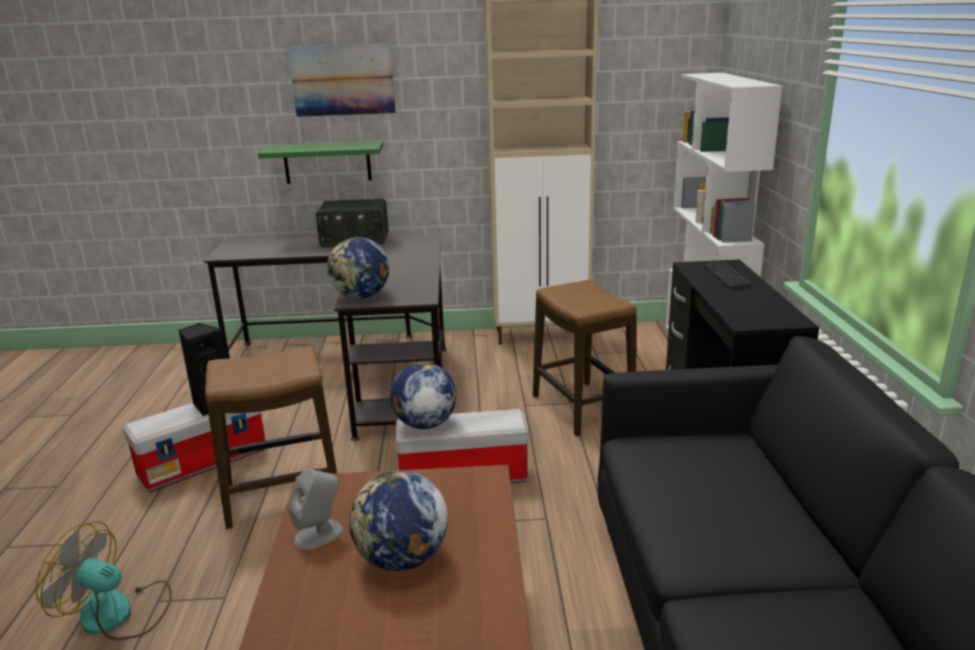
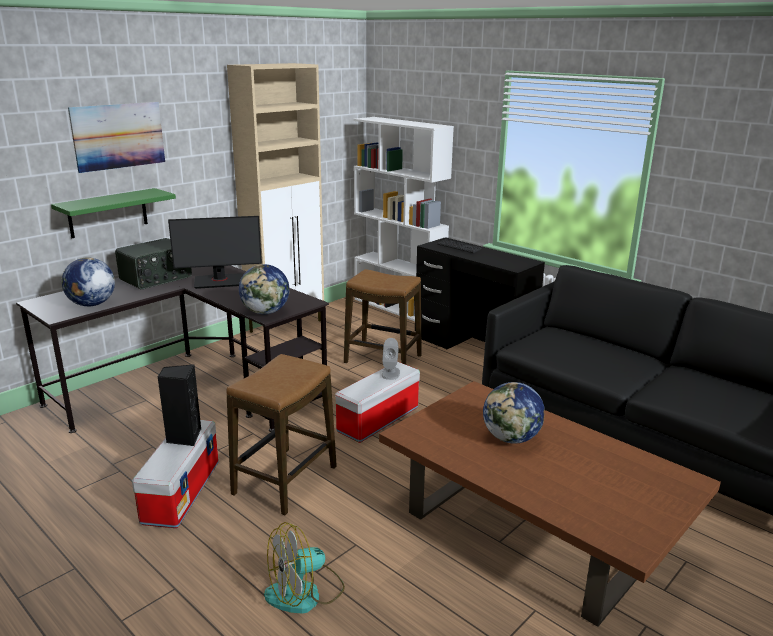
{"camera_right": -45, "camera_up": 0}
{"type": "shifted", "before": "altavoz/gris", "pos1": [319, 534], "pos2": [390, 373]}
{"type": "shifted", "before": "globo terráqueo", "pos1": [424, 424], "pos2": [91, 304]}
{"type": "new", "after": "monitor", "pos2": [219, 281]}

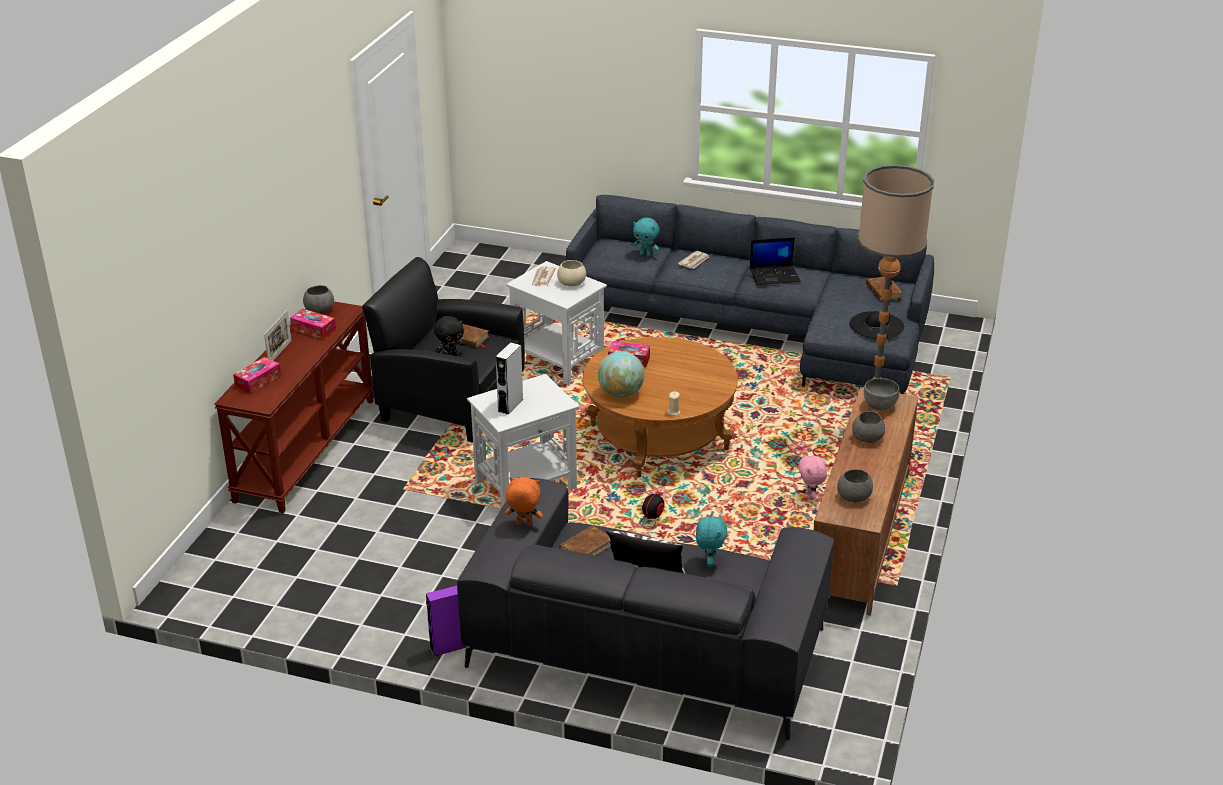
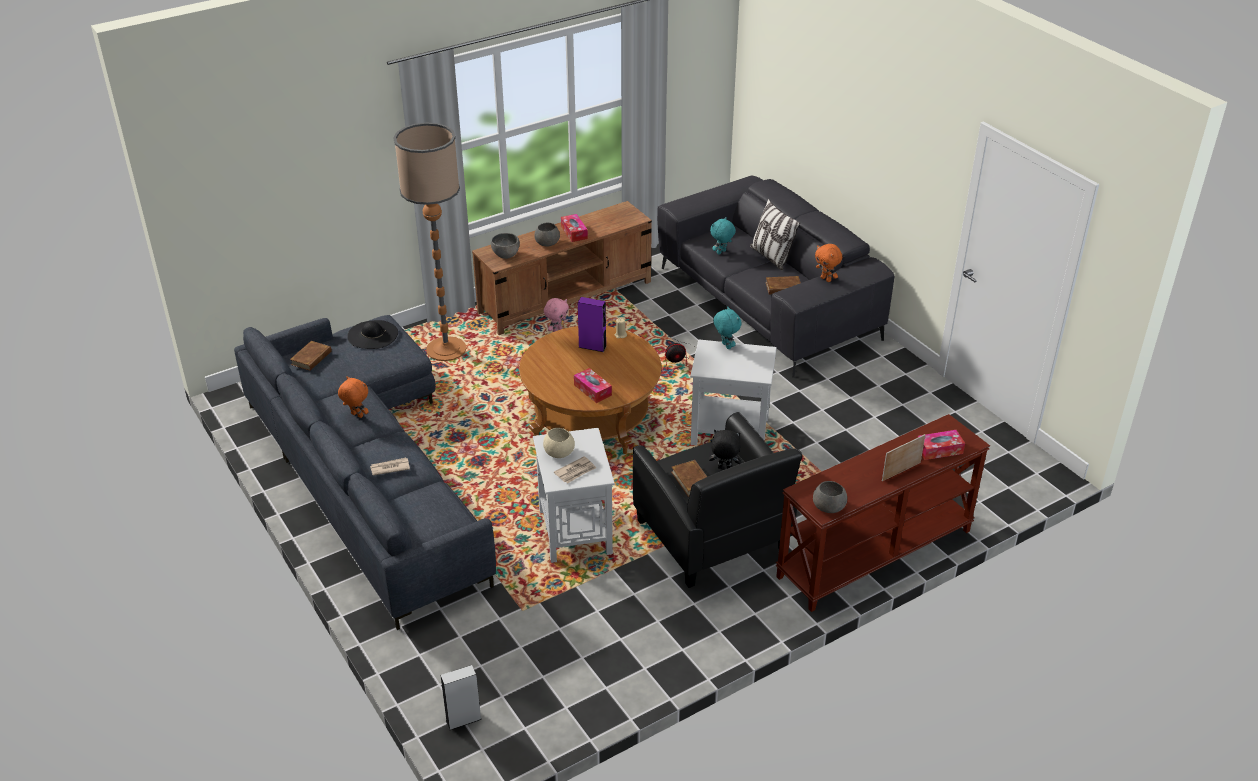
{"camera_right": -140, "camera_up": 5}
{"type": "shifted", "before": "caja de pañuelos", "pos1": [313, 329], "pos2": [574, 232]}
{"type": "shifted", "before": "altavoz/morado", "pos1": [448, 647], "pos2": [592, 346]}
{"type": "shifted", "before": "altavoz/gris", "pos1": [510, 405], "pos2": [463, 720]}
{"type": "gone", "before": "globo terráqueo", "pos1": [621, 394]}
{"type": "shifted", "before": "peluche/turquesa", "pos1": [646, 255], "pos2": [725, 346]}
{"type": "swapped", "before": "portátil", "after": "peluche/naranja", "pos1": [775, 275], "pos2": [356, 415]}
{"type": "gone", "before": "cuenco/gris", "pos1": [854, 496]}

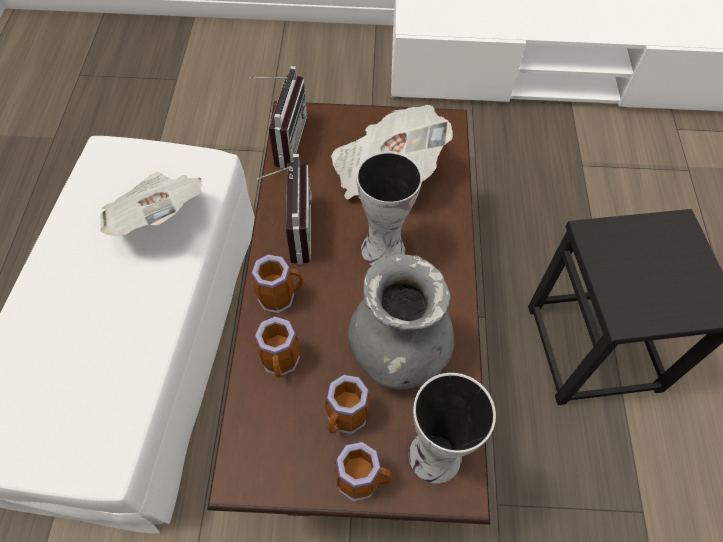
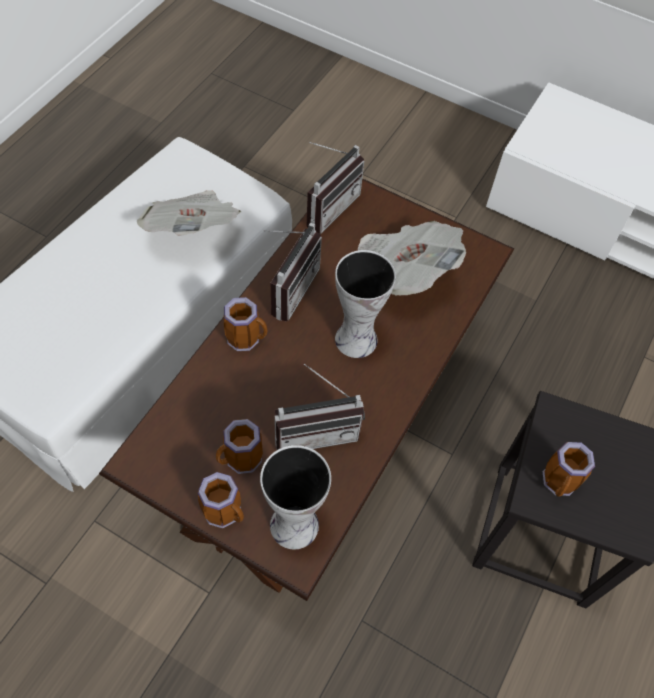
{"camera_right": 25, "camera_up": 0}
{"type": "shifted", "before": "taza grande", "pos1": [282, 363], "pos2": [559, 484]}
{"type": "swapped", "before": "florero/gris", "after": "radio", "pos1": [398, 352], "pos2": [316, 430]}

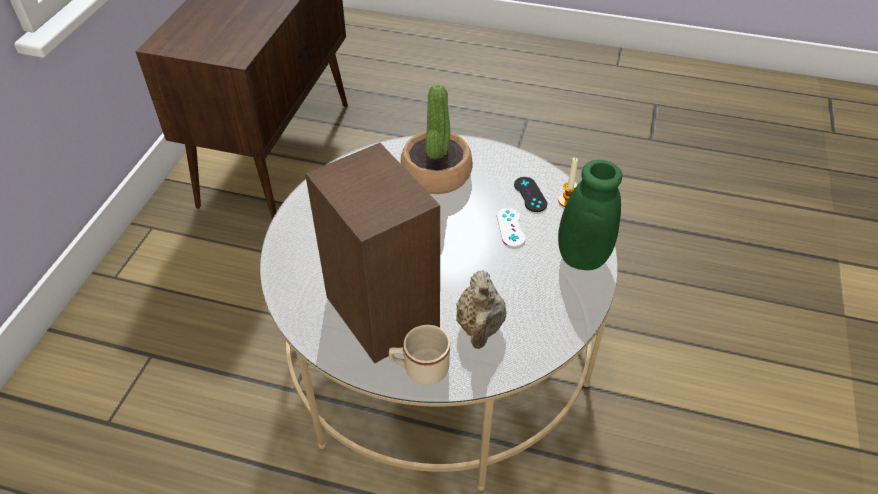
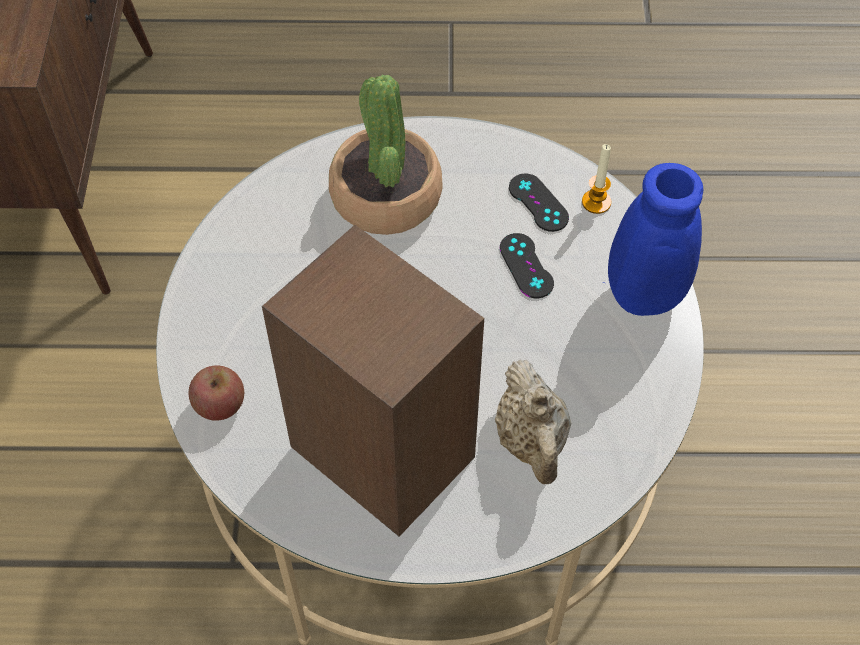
{"camera_right": -15, "camera_up": 10}
{"type": "gone", "before": "taza grande/beis", "pos1": [420, 369]}
{"type": "repainted", "before": "mando de consola/blanco", "after": "mando de consola/negro", "pos1": [510, 227], "pos2": [526, 266]}
{"type": "repainted", "before": "florero/verde", "after": "florero/azul", "pos1": [578, 259], "pos2": [639, 298]}
{"type": "new", "after": "manzana", "pos2": [219, 404]}

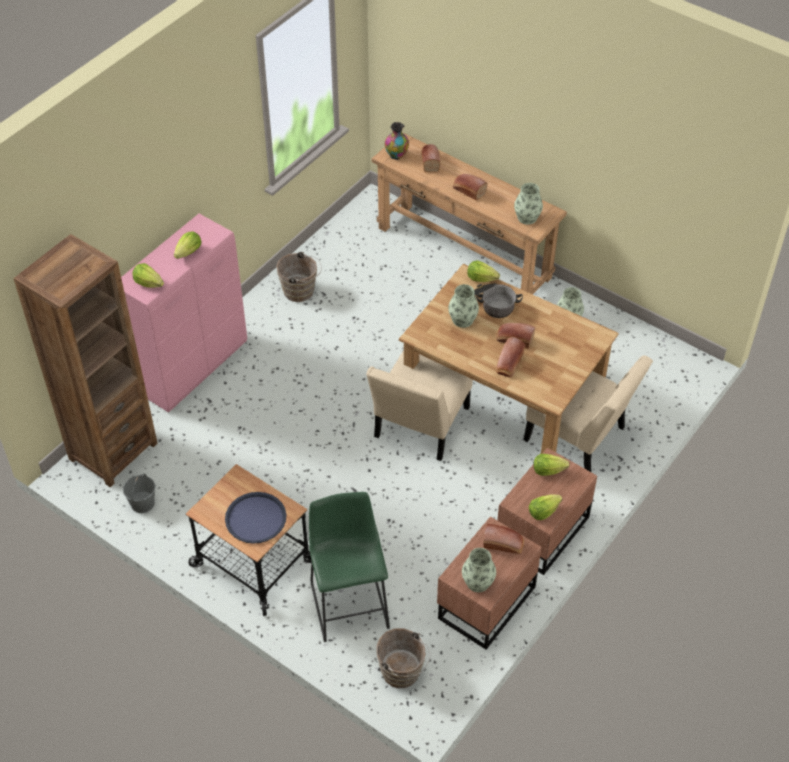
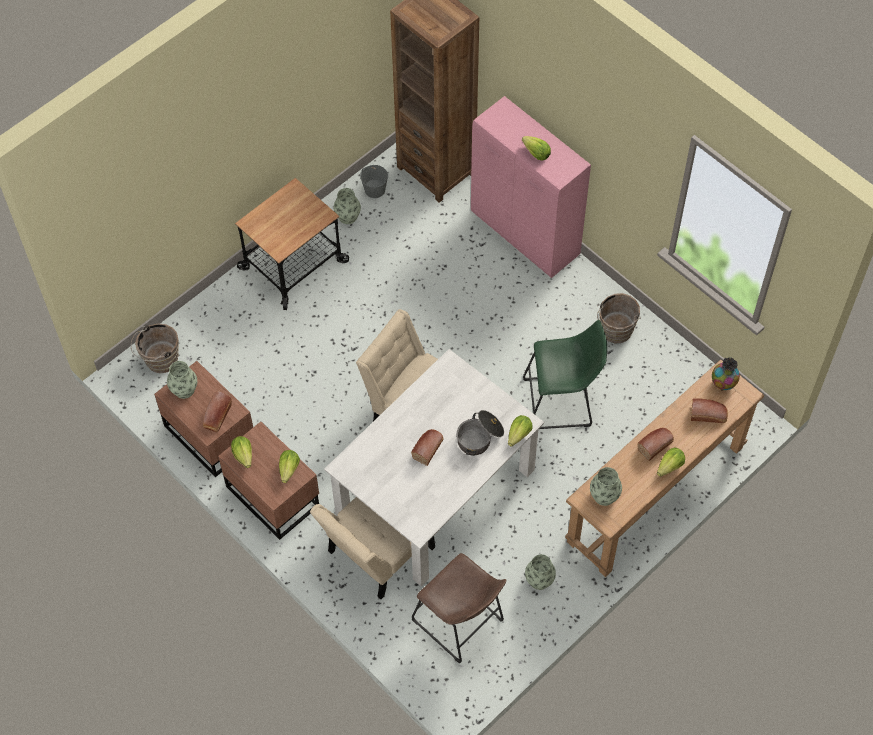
{"camera_right": 100, "camera_up": 10}
{"type": "shifted", "before": "lechuga", "pos1": [148, 283], "pos2": [670, 466]}
{"type": "gone", "before": "bandeja/azul", "pos1": [256, 518]}
{"type": "shifted", "before": "taburete/verde", "pos1": [349, 601], "pos2": [562, 403]}
{"type": "repainted", "before": "mesa de comedor/marrón", "after": "mesa de comedor/blanco", "pos1": [501, 402], "pos2": [435, 490]}
{"type": "shifted", "before": "florero", "pos1": [462, 320], "pos2": [347, 216]}
{"type": "gone", "before": "pan", "pos1": [509, 364]}
{"type": "new", "after": "taburete/marrón", "pos2": [461, 624]}

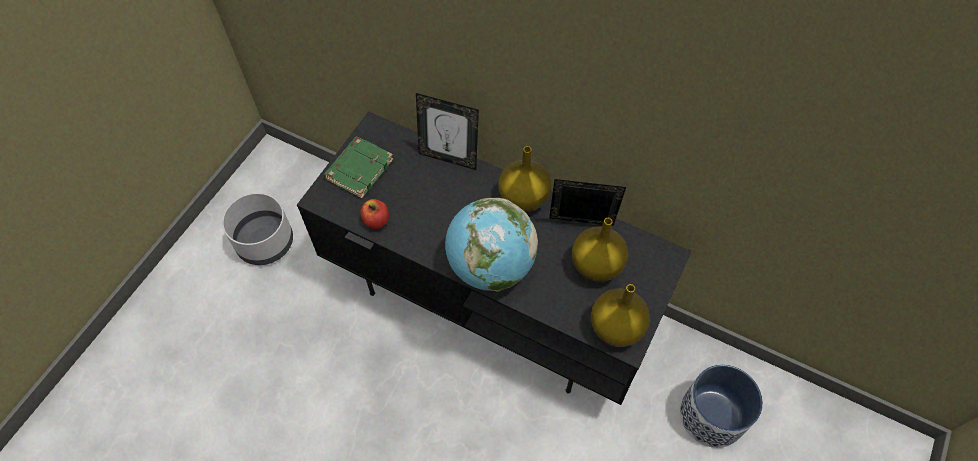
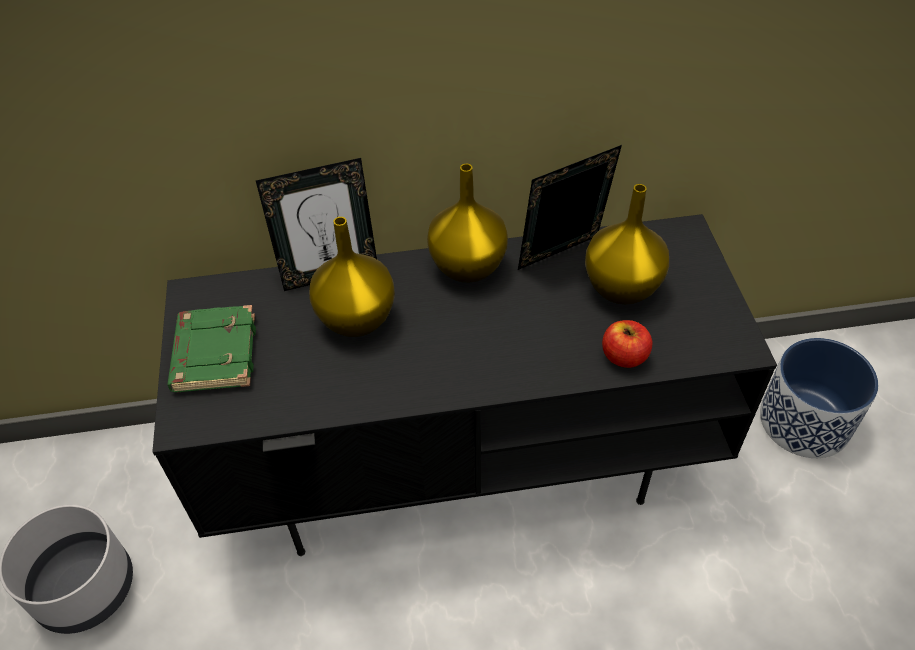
{"camera_right": -35, "camera_up": -10}
{"type": "shifted", "before": "manzana", "pos1": [376, 220], "pos2": [624, 356]}
{"type": "gone", "before": "globo terráqueo", "pos1": [490, 266]}
{"type": "shifted", "before": "florero/amarillo", "pos1": [616, 329], "pos2": [358, 319]}

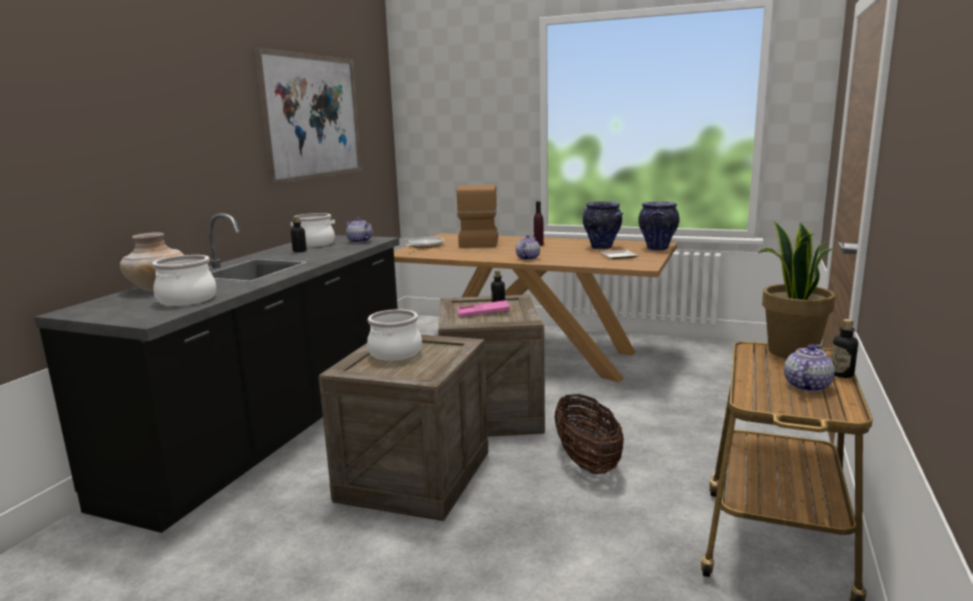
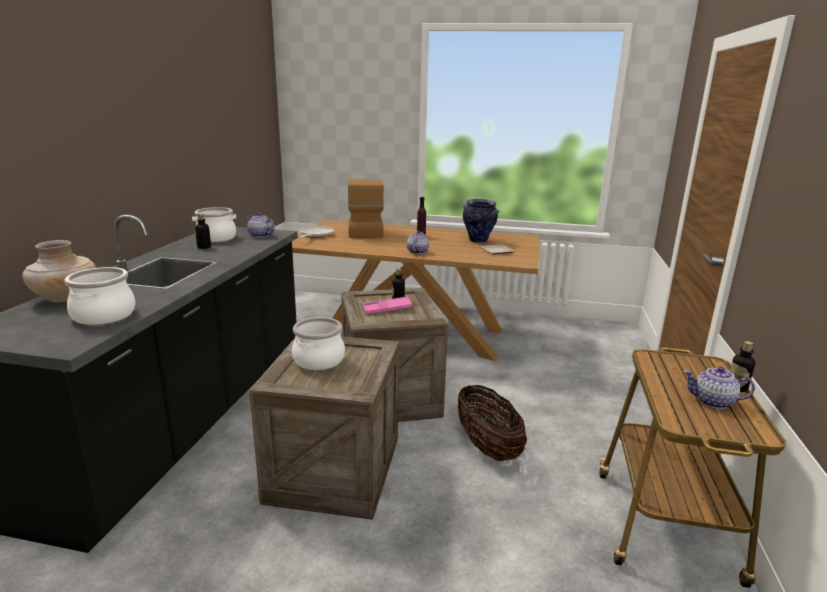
{"camera_right": -10, "camera_up": 5}
{"type": "gone", "before": "cuadro", "pos1": [313, 117]}
{"type": "gone", "before": "florero", "pos1": [657, 248]}
{"type": "gone", "before": "planta en maceta", "pos1": [791, 352]}
{"type": "rotated", "before": "tetera", "pos1": [806, 386], "pos2": [713, 402], "turn": -105}

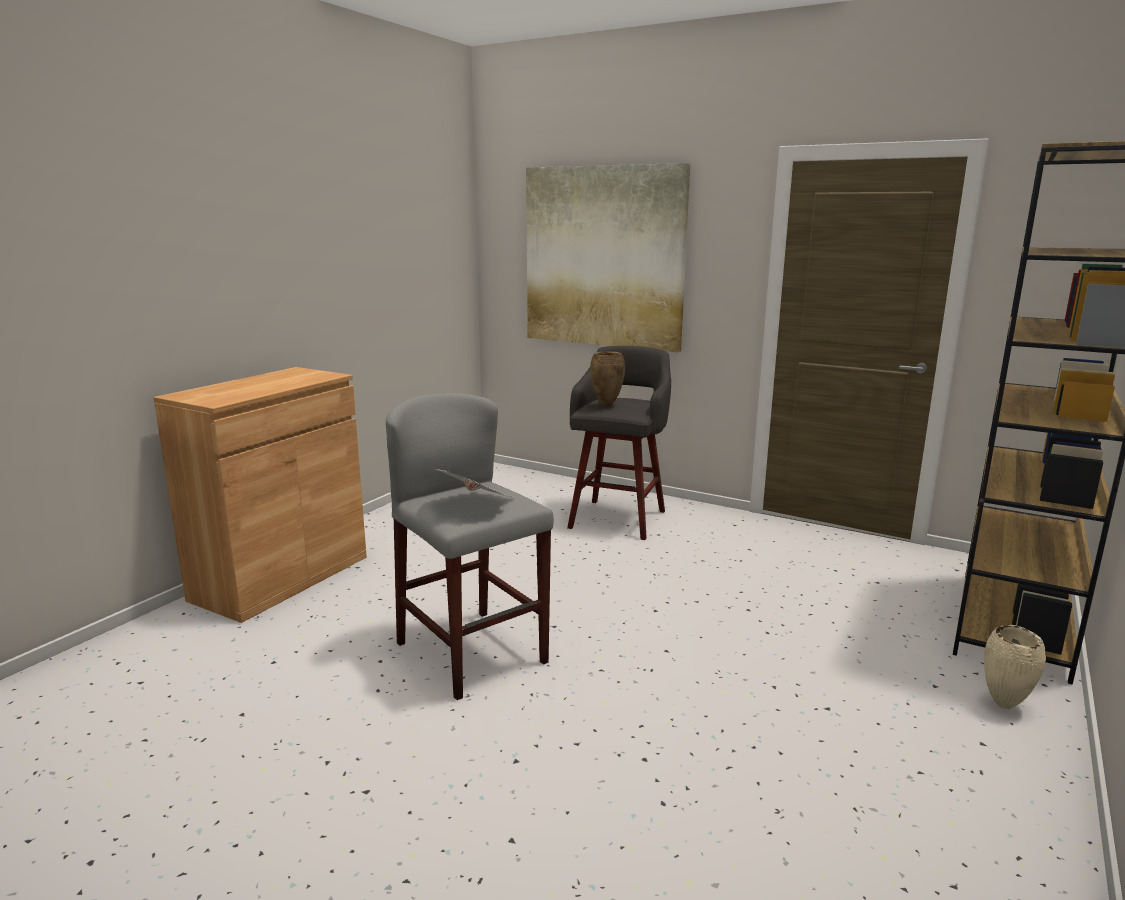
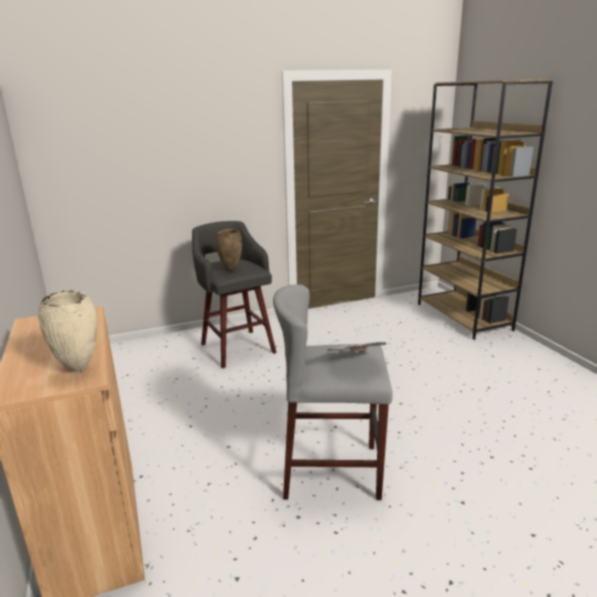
{"camera_right": -50, "camera_up": 5}
{"type": "gone", "before": "cuadro", "pos1": [604, 257]}
{"type": "shifted", "before": "florero/beis", "pos1": [1005, 705], "pos2": [80, 369]}

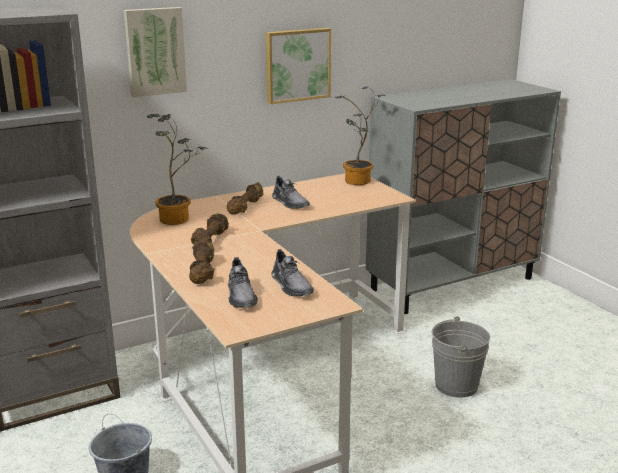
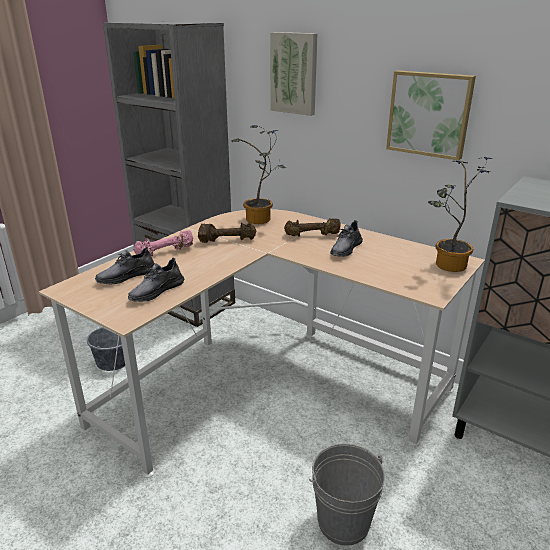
{"camera_right": 65, "camera_up": 5}
{"type": "repainted", "before": "mancuerna/marrón", "after": "mancuerna/rosa", "pos1": [203, 271], "pos2": [165, 252]}

